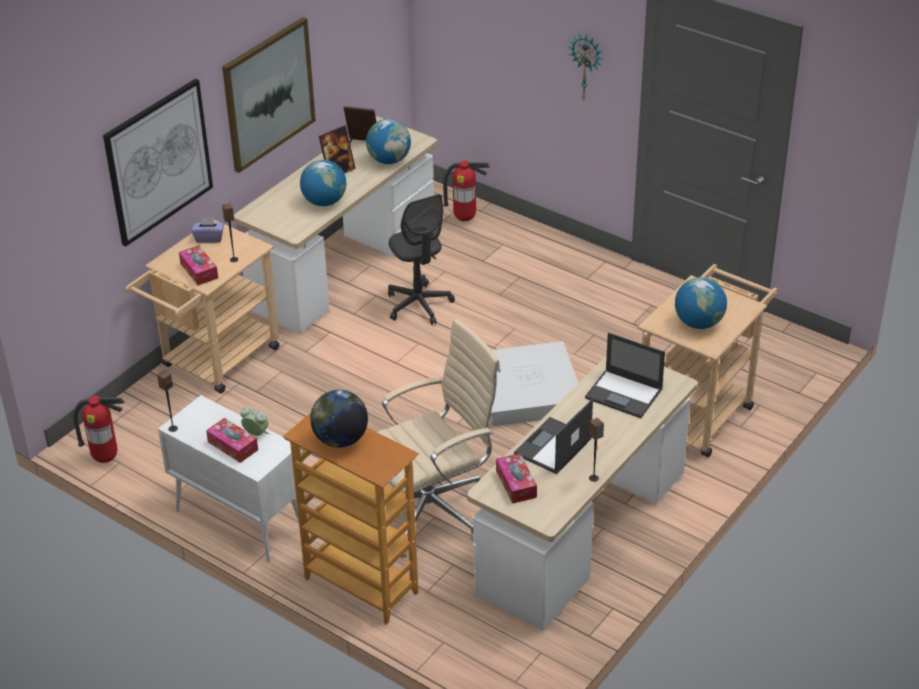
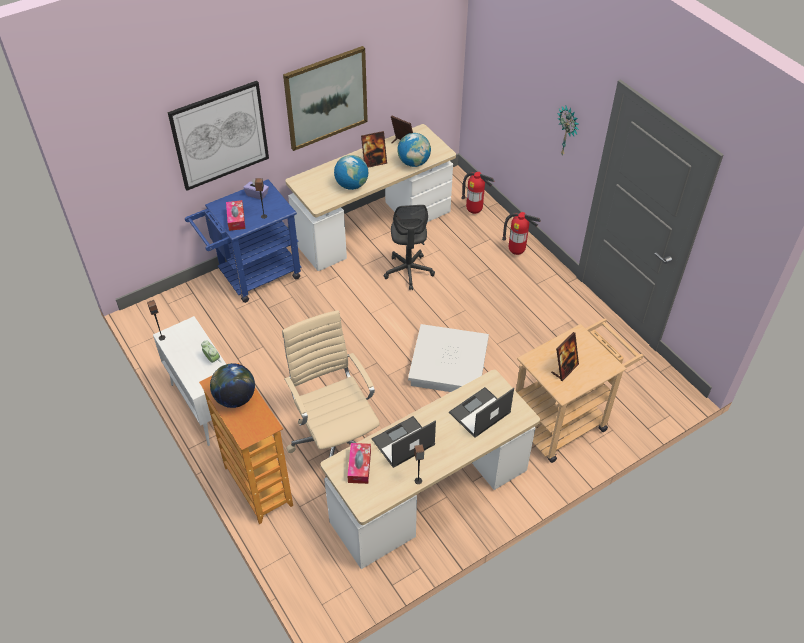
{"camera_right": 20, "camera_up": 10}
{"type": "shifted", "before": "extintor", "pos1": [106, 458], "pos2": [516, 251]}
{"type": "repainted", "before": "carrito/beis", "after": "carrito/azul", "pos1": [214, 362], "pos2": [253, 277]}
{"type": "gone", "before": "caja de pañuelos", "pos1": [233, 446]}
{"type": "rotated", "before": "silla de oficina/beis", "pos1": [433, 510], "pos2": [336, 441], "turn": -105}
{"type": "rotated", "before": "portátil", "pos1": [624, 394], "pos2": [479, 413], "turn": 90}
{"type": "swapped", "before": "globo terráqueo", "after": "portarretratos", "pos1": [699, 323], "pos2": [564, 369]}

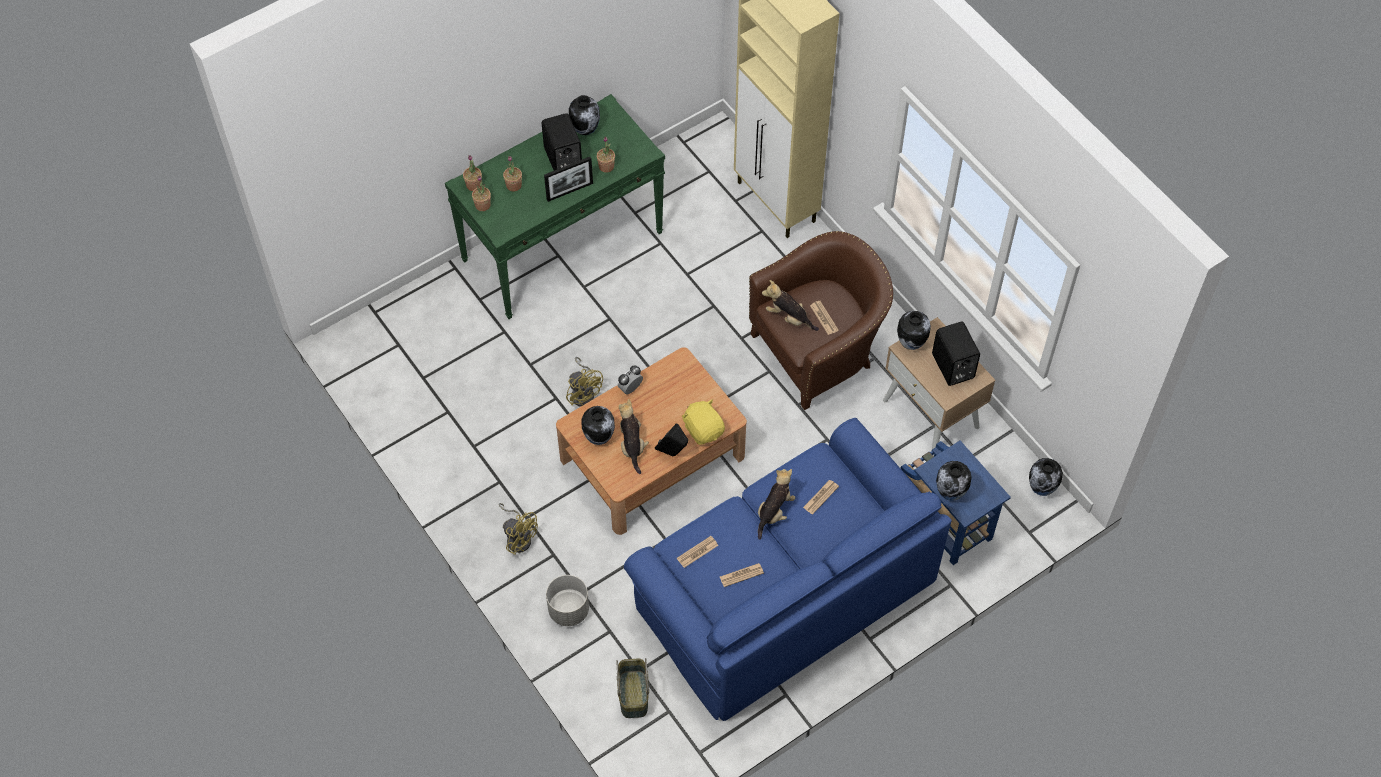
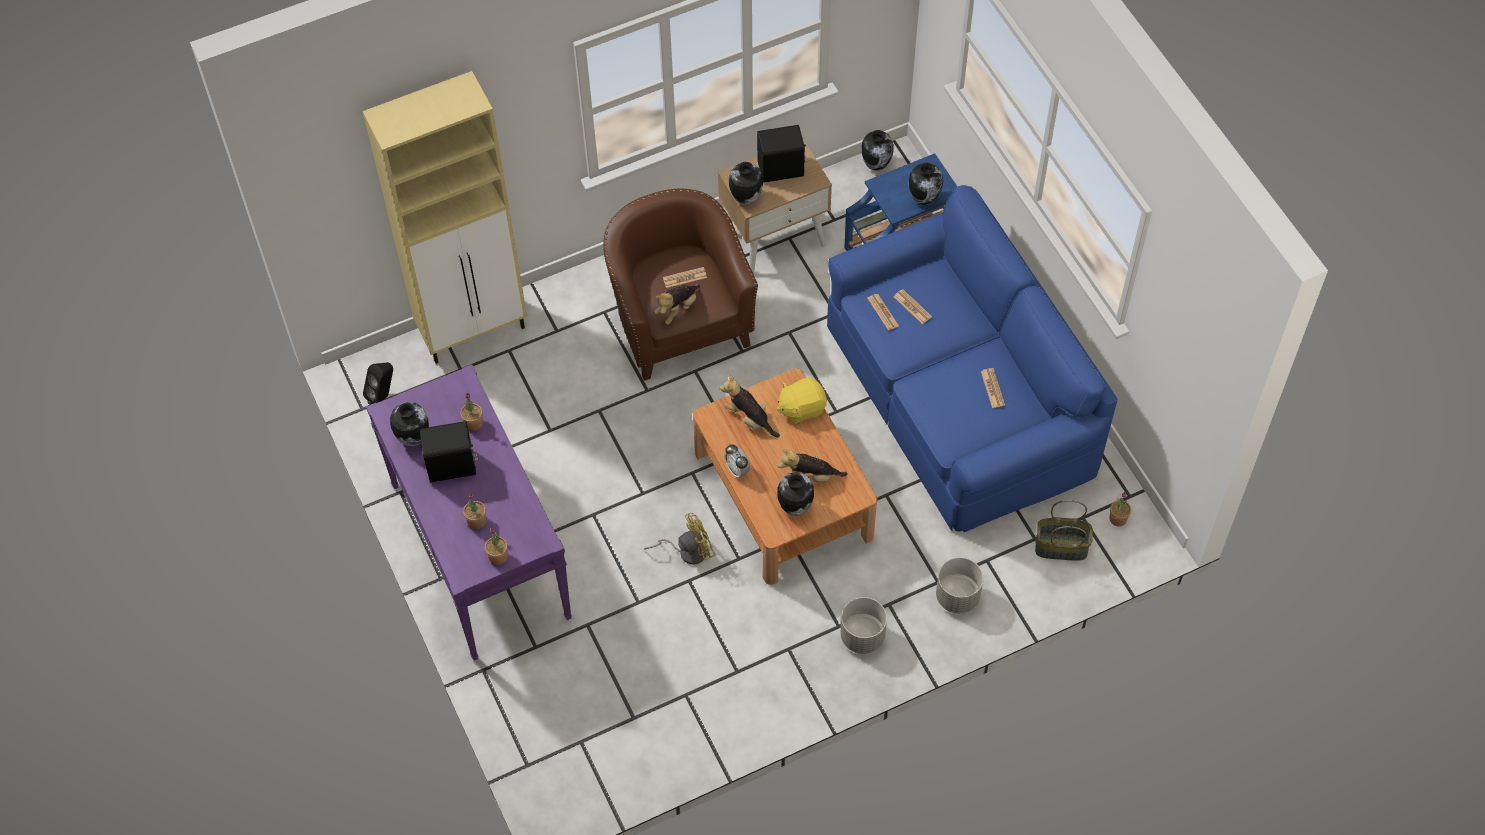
{"camera_right": -80, "camera_up": 0}
{"type": "repainted", "before": "mesa consola/verde", "after": "mesa consola/morado", "pos1": [563, 245], "pos2": [479, 550]}
{"type": "shifted", "before": "planta en maceta", "pos1": [474, 185], "pos2": [1118, 519]}
{"type": "swapped", "before": "ventilador/amarillo", "after": "maceta/gris", "pos1": [518, 537], "pos2": [862, 636]}
{"type": "gone", "before": "portarretratos", "pos1": [569, 191]}
{"type": "shifted", "before": "altavoz/negro", "pos1": [673, 453], "pos2": [383, 396]}
{"type": "shifted", "before": "periódico", "pos1": [697, 552], "pos2": [883, 312]}
{"type": "shifted", "before": "peluche", "pos1": [774, 511], "pos2": [749, 418]}

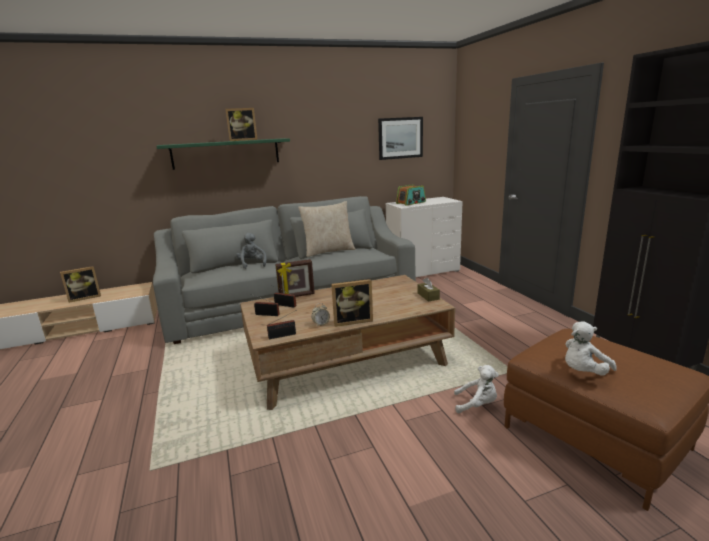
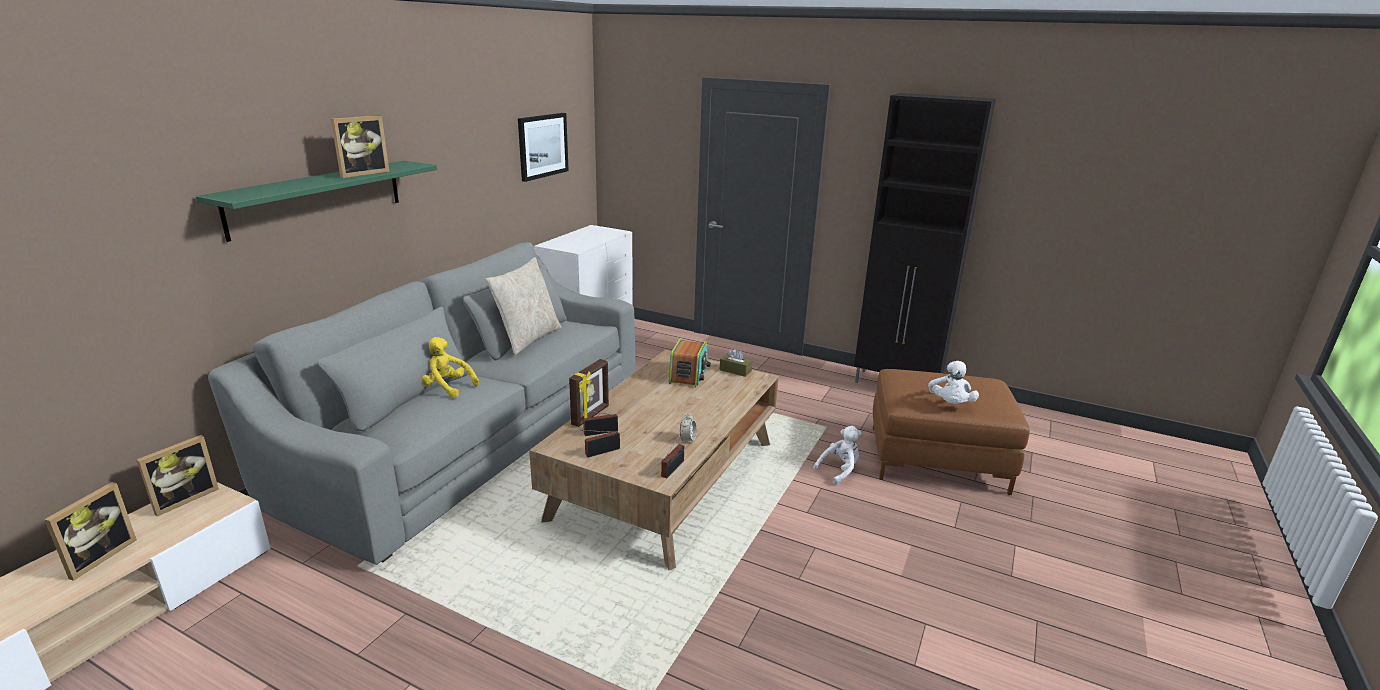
{"camera_right": -45, "camera_up": 5}
{"type": "repainted", "before": "peluche/gris", "after": "peluche/amarillo", "pos1": [252, 264], "pos2": [447, 388]}
{"type": "shifted", "before": "portarretratos", "pos1": [352, 321], "pos2": [184, 499]}
{"type": "shifted", "before": "radio", "pos1": [411, 203], "pos2": [689, 375]}

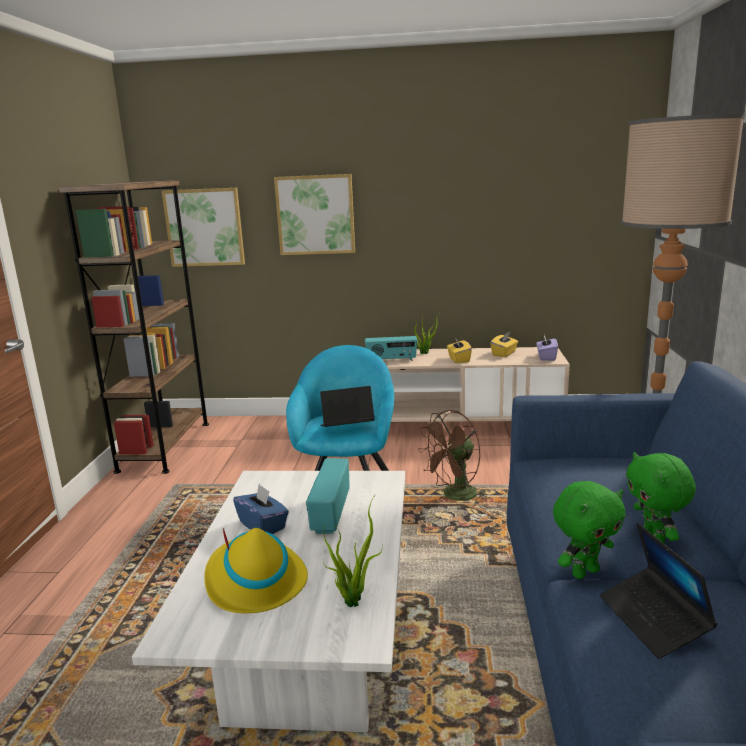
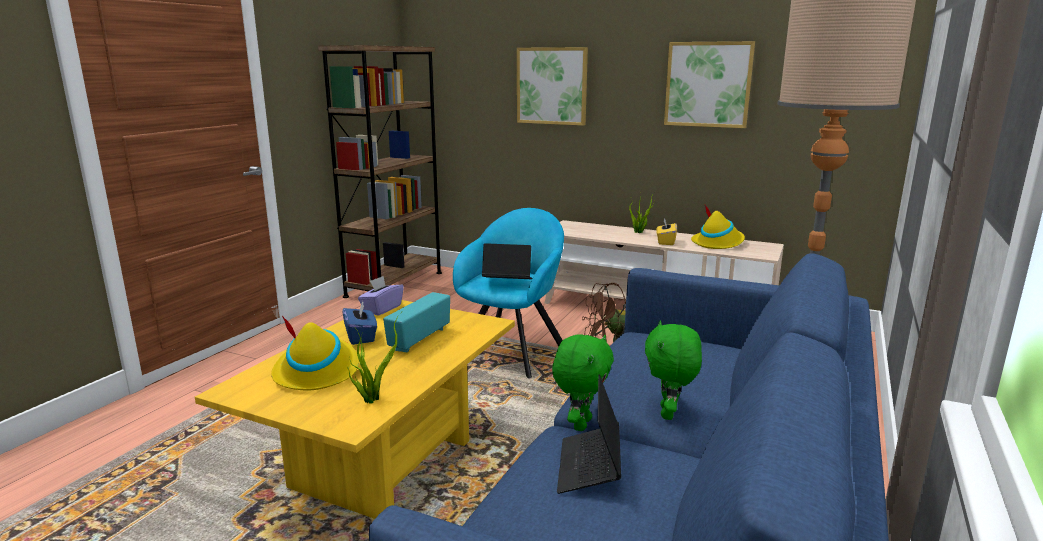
{"camera_right": 20, "camera_up": 0}
{"type": "repainted", "before": "mesa de centro/blanco", "after": "mesa de centro/amarillo", "pos1": [309, 662], "pos2": [383, 464]}
{"type": "shifted", "before": "cuadro", "pos1": [204, 227], "pos2": [708, 84]}
{"type": "gone", "before": "radio", "pos1": [391, 360]}
{"type": "swapped", "before": "caja de pañuelos/amarillo", "after": "sombrero/amarillo", "pos1": [504, 354], "pos2": [718, 243]}
{"type": "shifted", "before": "caja de pañuelos/morado", "pos1": [546, 357], "pos2": [381, 309]}
{"type": "rotated", "before": "peluche/verde", "pos1": [584, 572], "pos2": [580, 424], "turn": -60}

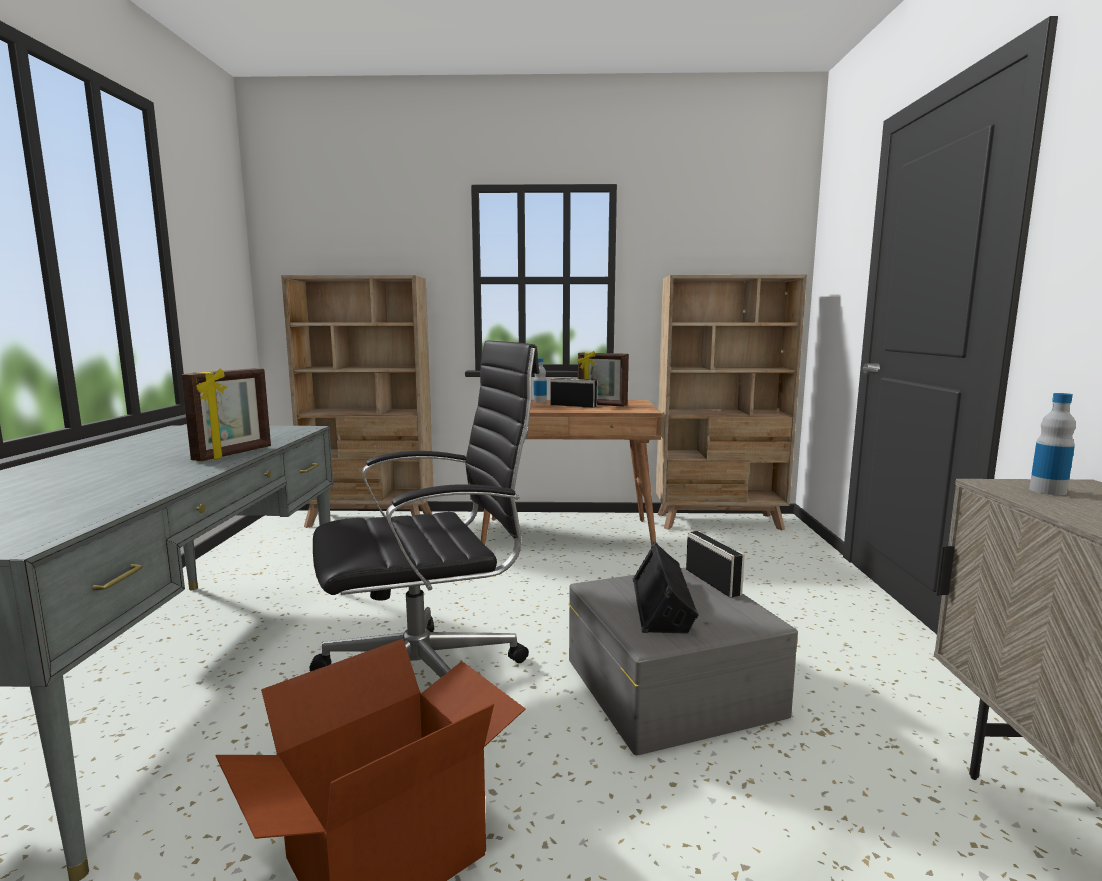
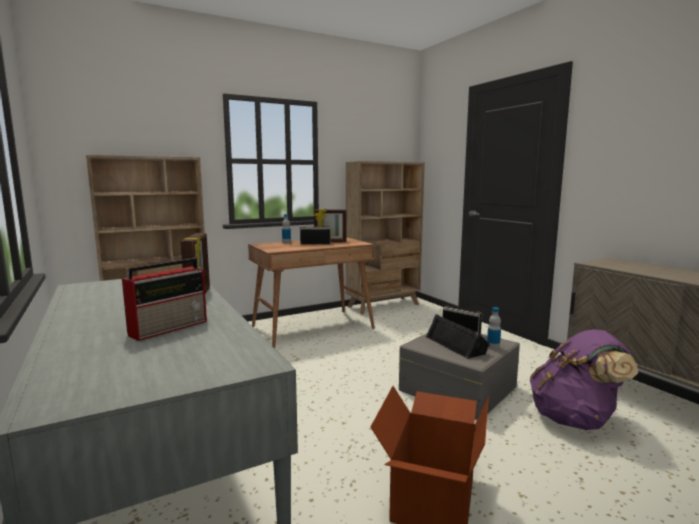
{"camera_right": -30, "camera_up": 0}
{"type": "gone", "before": "silla de oficina/negro", "pos1": [428, 682]}
{"type": "shifted", "before": "botella", "pos1": [1047, 491], "pos2": [493, 347]}
{"type": "new", "after": "radio", "pos2": [170, 327]}
{"type": "new", "after": "mochila/morado", "pos2": [575, 419]}

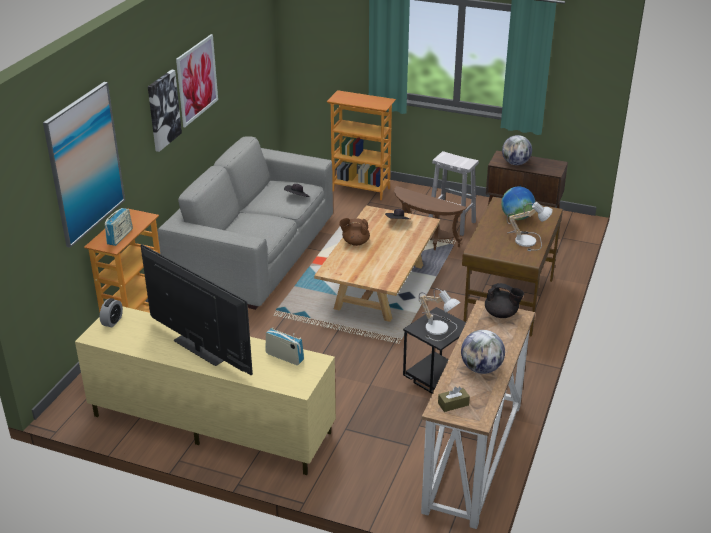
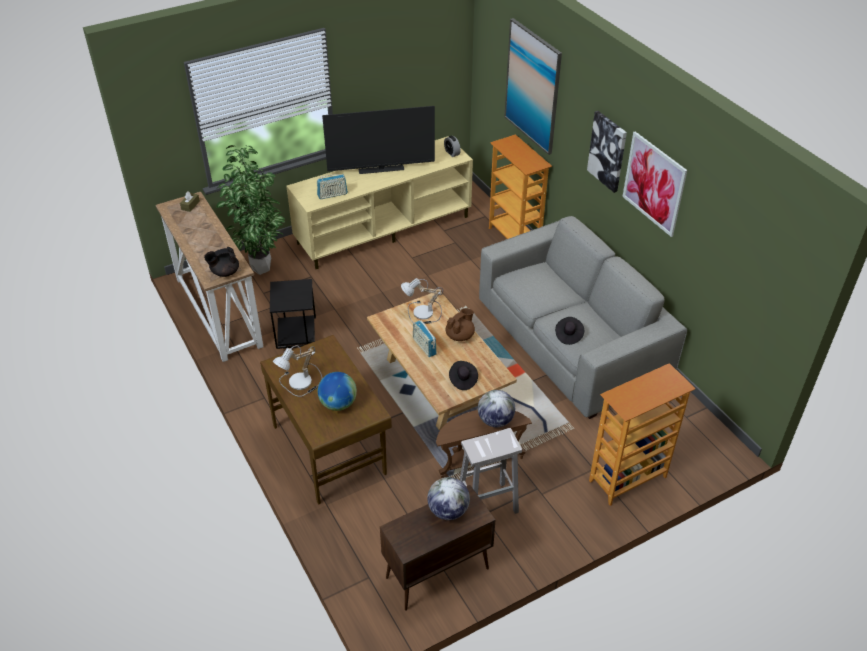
{"camera_right": 130, "camera_up": 10}
{"type": "shifted", "before": "radio", "pos1": [120, 237], "pos2": [424, 346]}
{"type": "shifted", "before": "lámpara de mesa", "pos1": [439, 327], "pos2": [422, 314]}
{"type": "shifted", "before": "globo terráqueo", "pos1": [481, 368], "pos2": [495, 420]}
{"type": "new", "after": "planta en maceta", "pos2": [260, 270]}

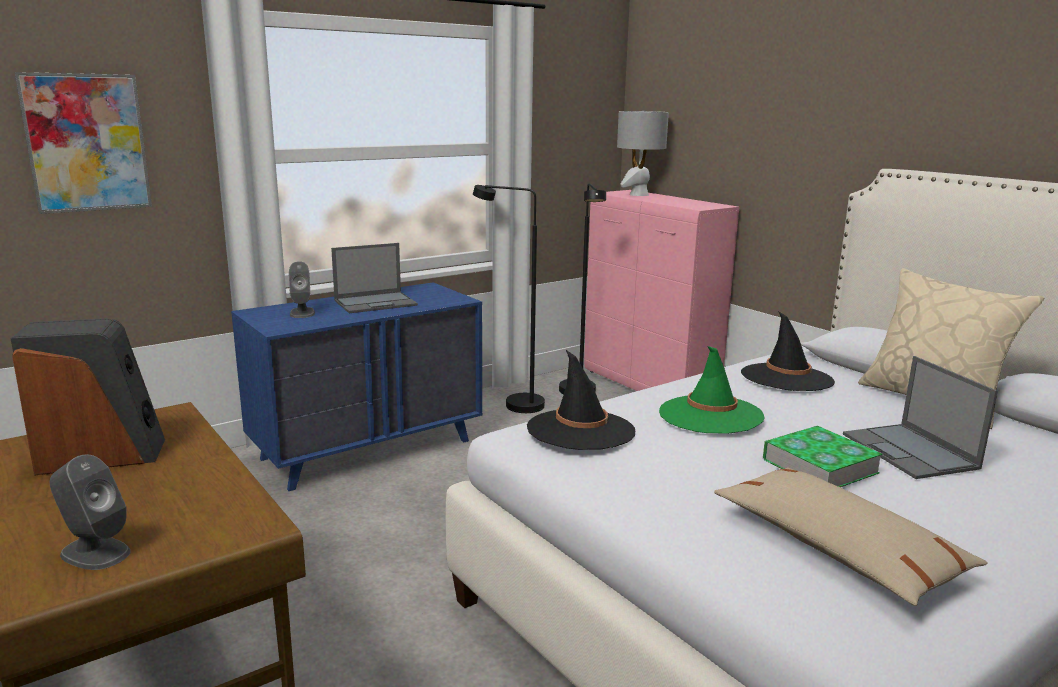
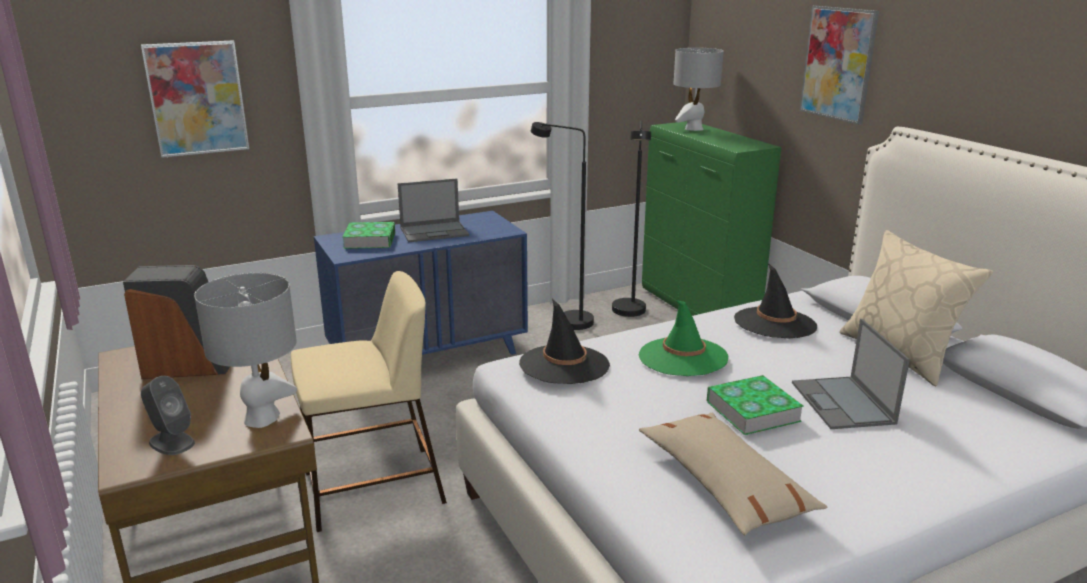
{"camera_right": 10, "camera_up": 5}
{"type": "swapped", "before": "altavoz/gris", "after": "libro", "pos1": [302, 313], "pos2": [370, 240]}
{"type": "repainted", "before": "armario/rosa", "after": "armario/verde", "pos1": [650, 386], "pos2": [698, 309]}
{"type": "new", "after": "lámpara de mesa/gris", "pos2": [262, 418]}
{"type": "new", "after": "taburete/beis", "pos2": [372, 488]}
{"type": "new", "after": "cuadro", "pos2": [838, 64]}

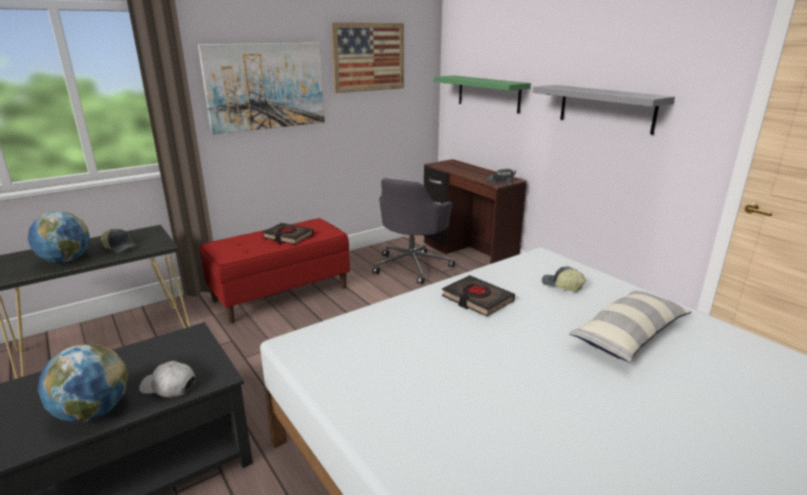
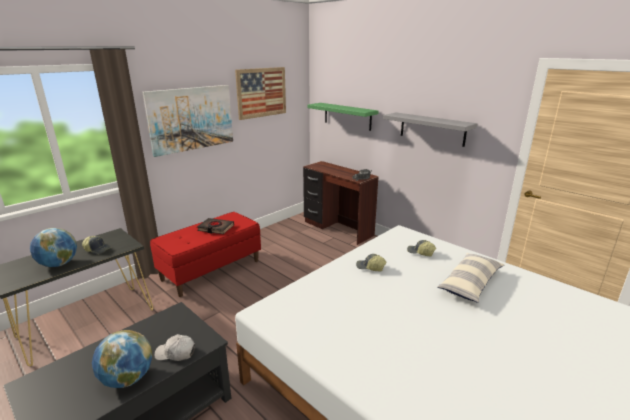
{"camera_right": -10, "camera_up": 0}
{"type": "gone", "before": "silla de oficina/gris", "pos1": [412, 265]}
{"type": "swapped", "before": "libro/negro", "after": "gorra", "pos1": [477, 299], "pos2": [370, 267]}

